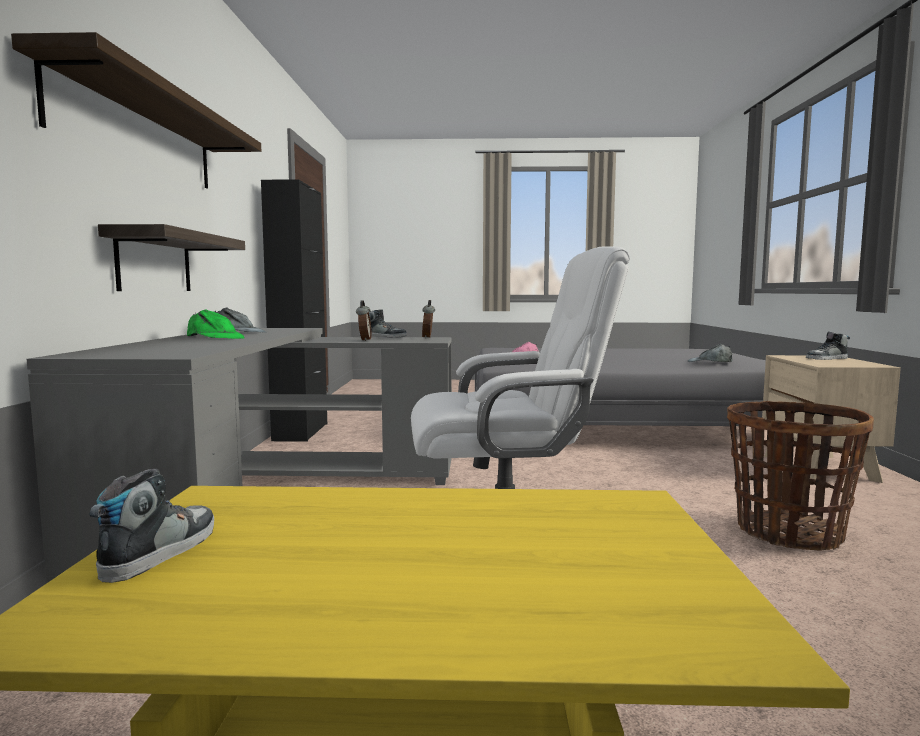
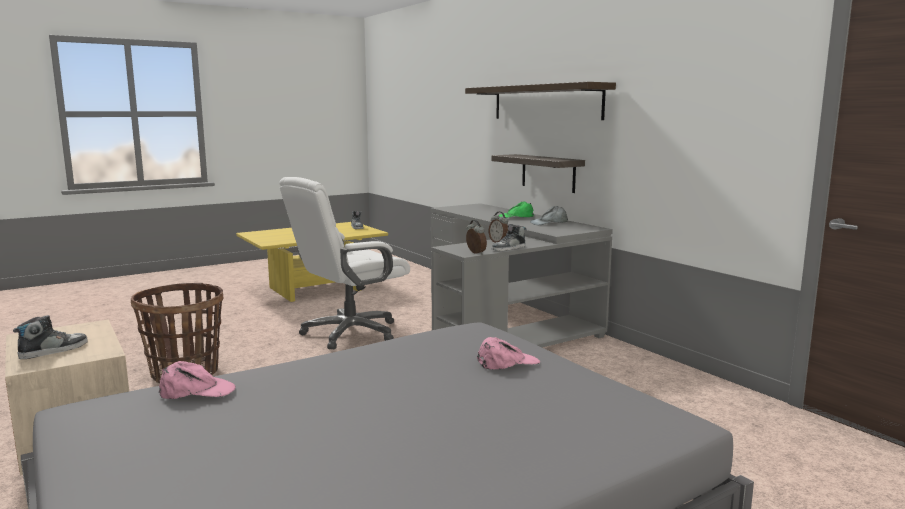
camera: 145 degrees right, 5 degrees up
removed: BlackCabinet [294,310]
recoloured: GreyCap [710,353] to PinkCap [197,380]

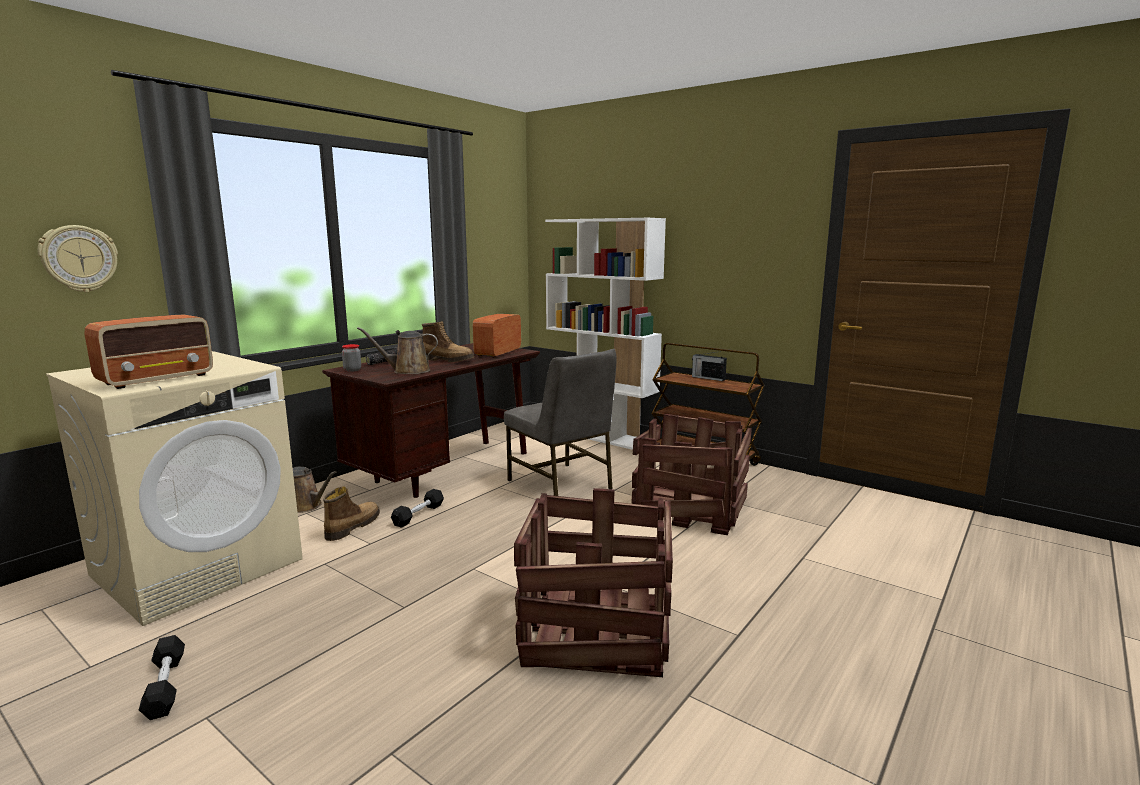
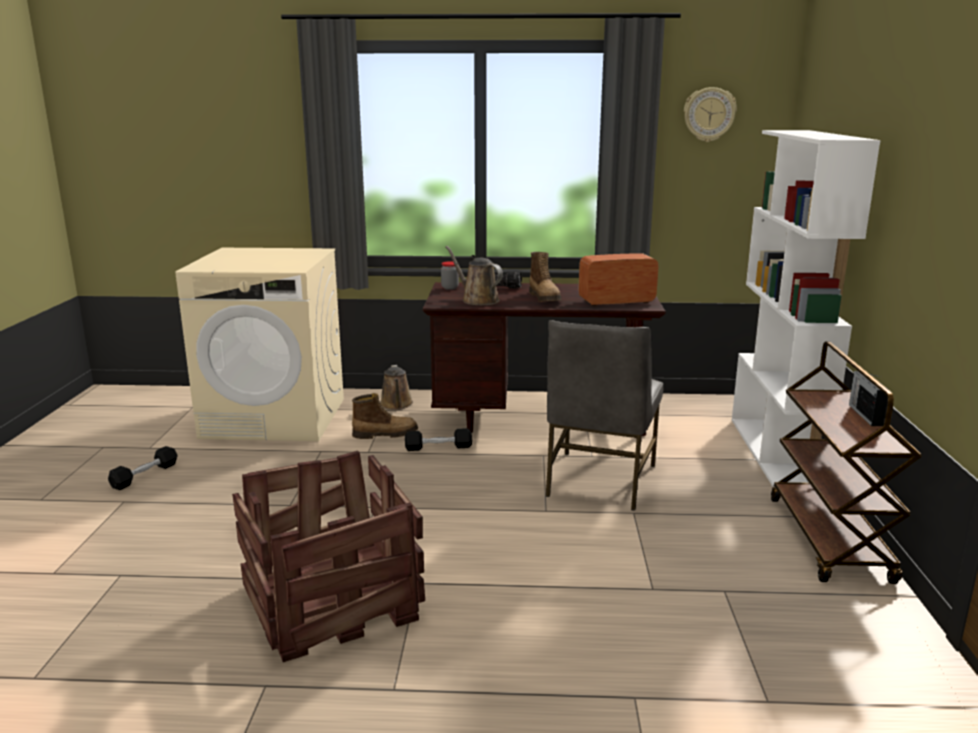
camera: 55 degrees right, 5 degrees up
removed: Radio [149,352]; Crate [691,474]
moved: WallClock [78,258] to [710,114]

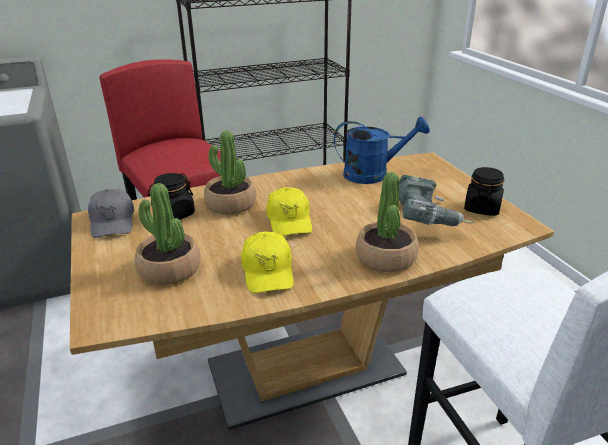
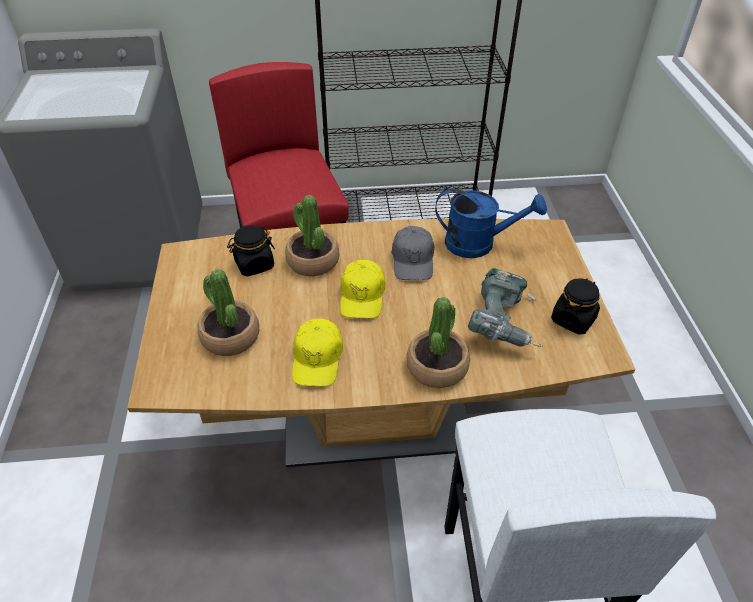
camera: 15 degrees right, 15 degrees up
moved: GreyCap [111,213] to [413,253]

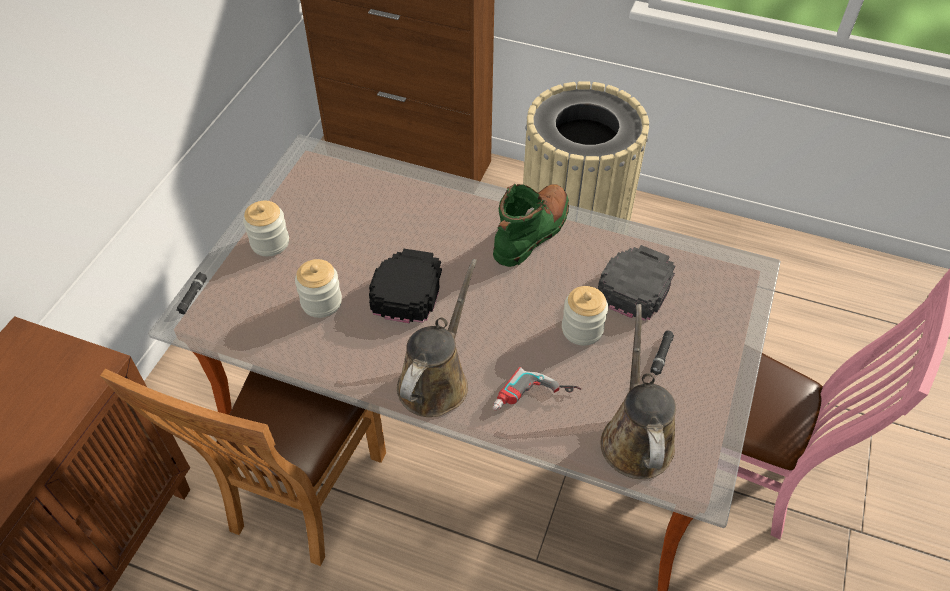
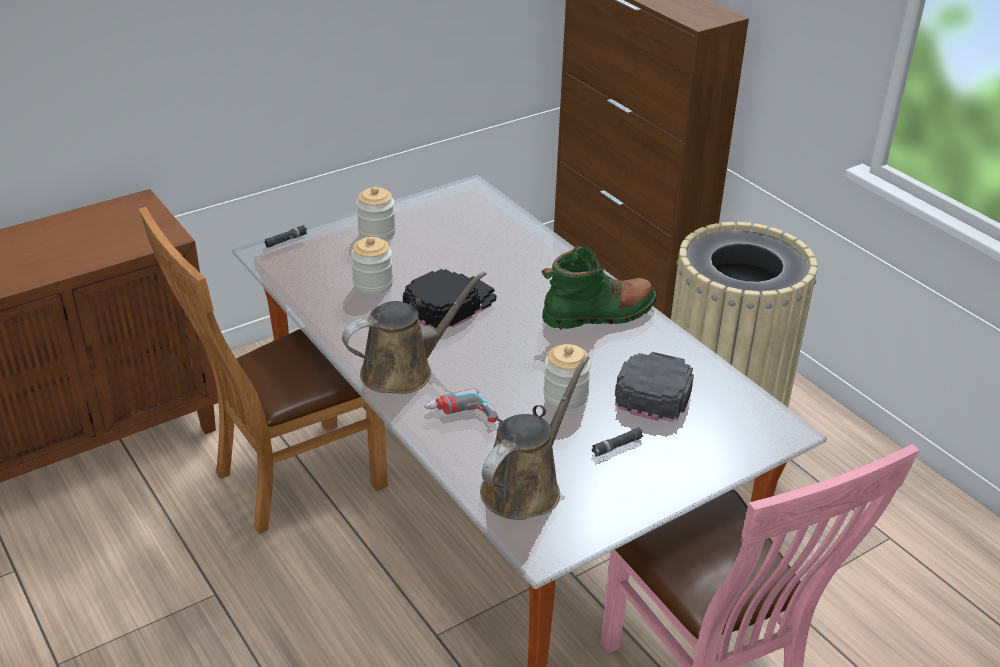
camera: 35 degrees right, 15 degrees down
turned: BlackCap [636,283] = [654,387] 45 degrees counterclockwise

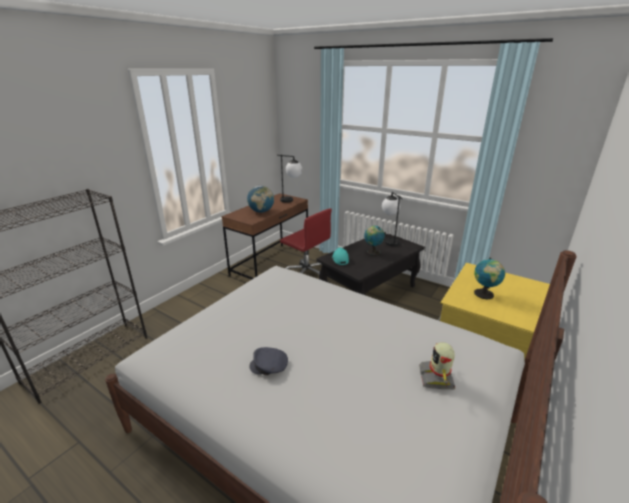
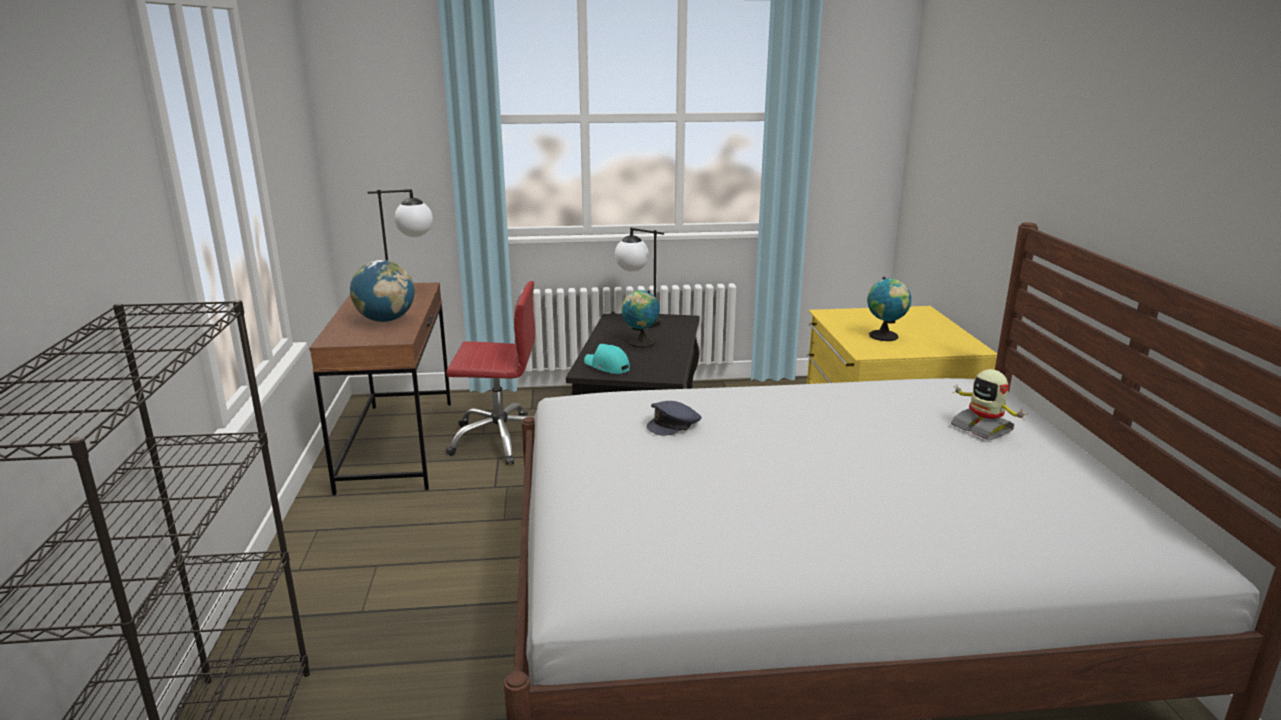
camera: 40 degrees left, 5 degrees down
moved: GreyCap [268,361] to [674,418]

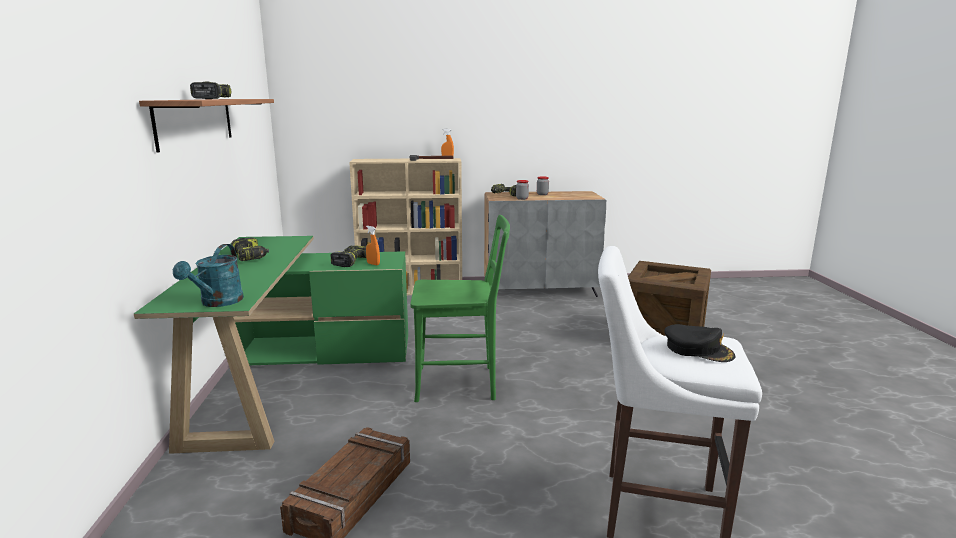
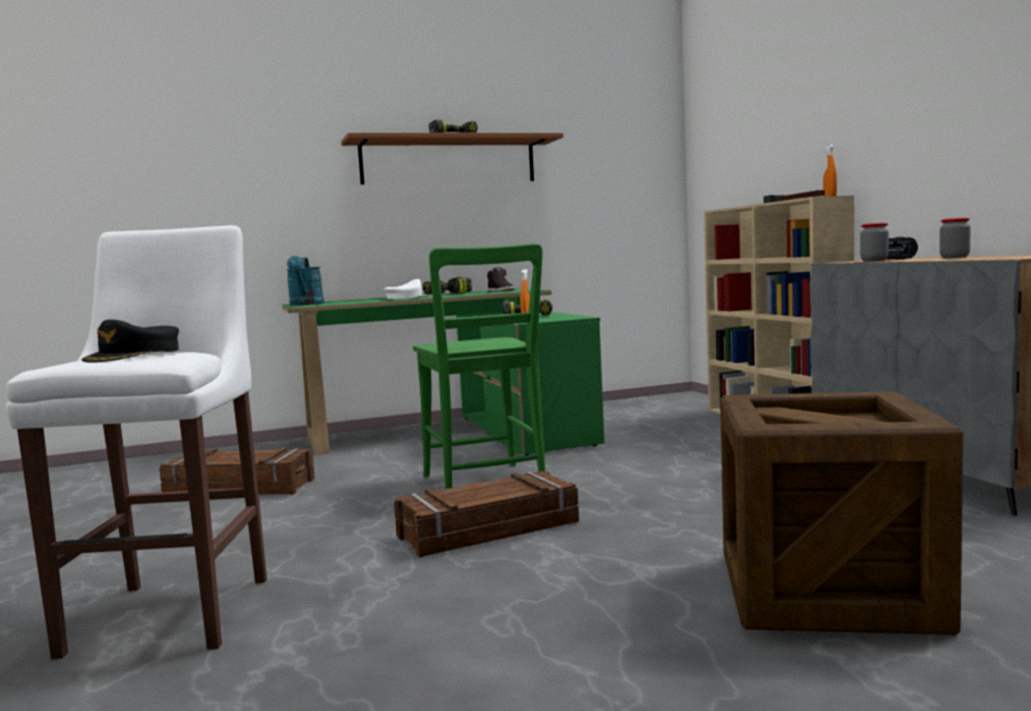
camera: 75 degrees right, 10 degrees down
added: WhiteCap [407,289]; Crate [486,514]; BlackShoe [501,279]
turned: TurquoiseWateringCan [208,275] = [305,281] 90 degrees counterclockwise

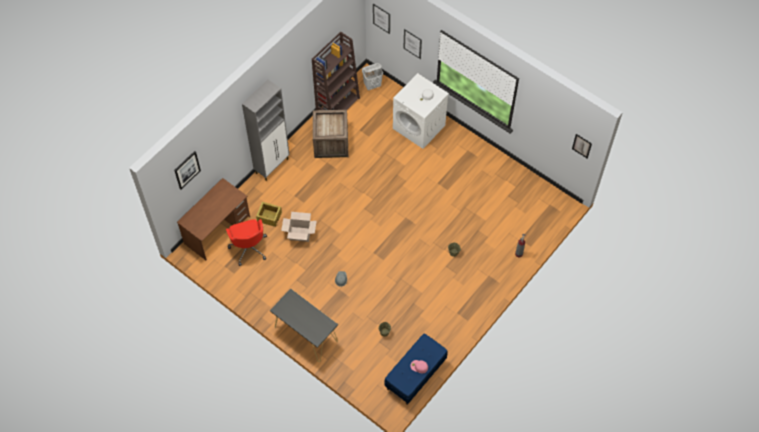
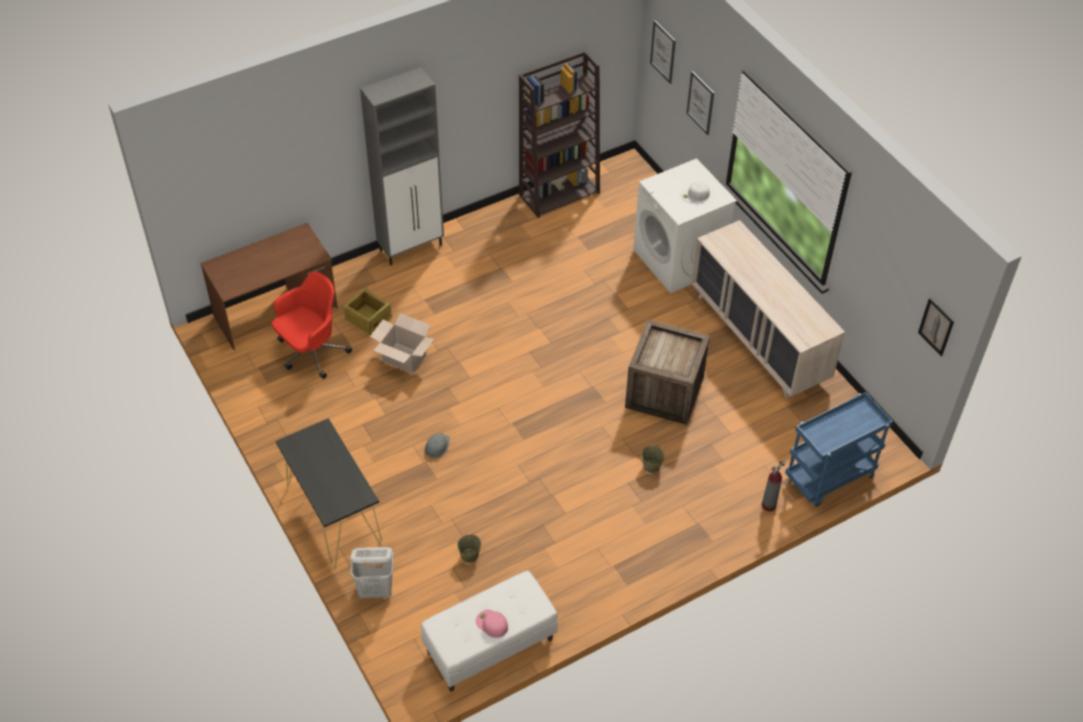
camera: 20 degrees right, 10 degrees down
removed: Picture [187,170]
added: BeigeDresser [768,309]; BlueCart [839,449]
moved: WhiteLaundryBasket [372,76] to [371,572]; Crate [330,134] to [667,372]
recoloured: BlueBench [416,369] to WhiteBench [489,631]
turned: RedOfficeChair [246,242] = [311,325] 135 degrees counterclockwise

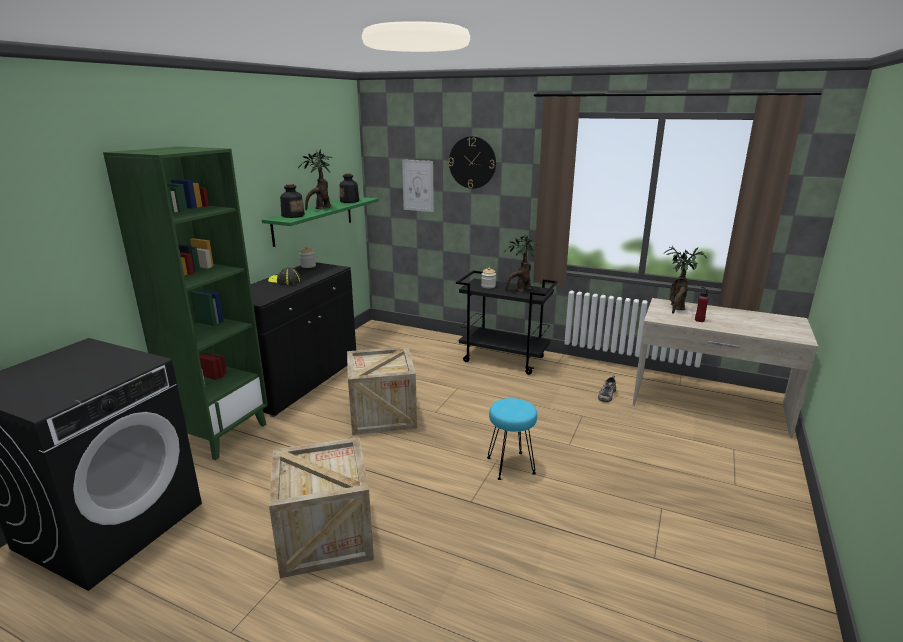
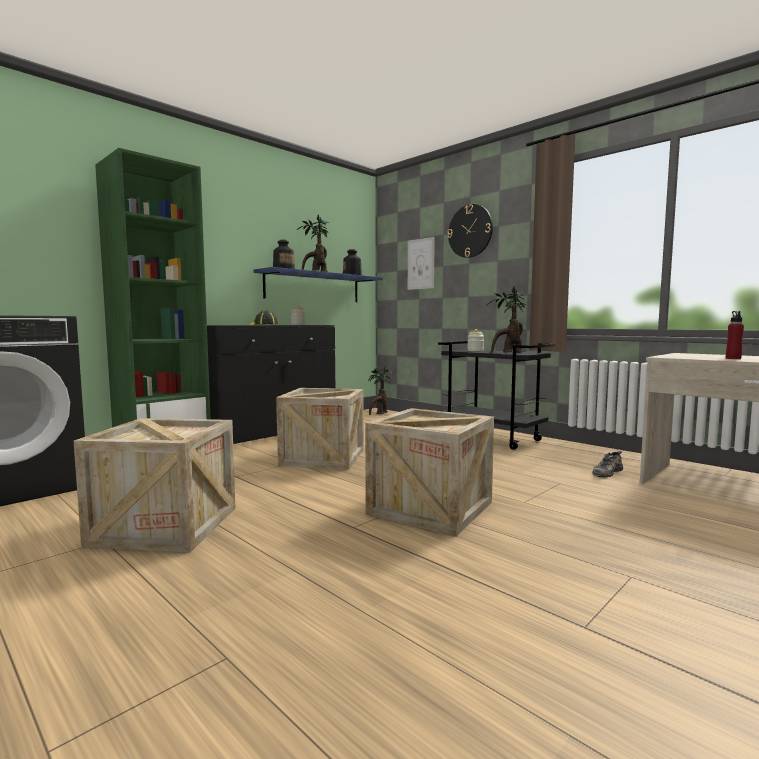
camera: 20 degrees right, 15 degrees down
moved: PottedPlant [685,280] to [380,390]
replaced: TurquoiseStool [512,439] to Crate [429,472]
recoloured: GreenShelf [320,222] to BlueShelf [318,284]

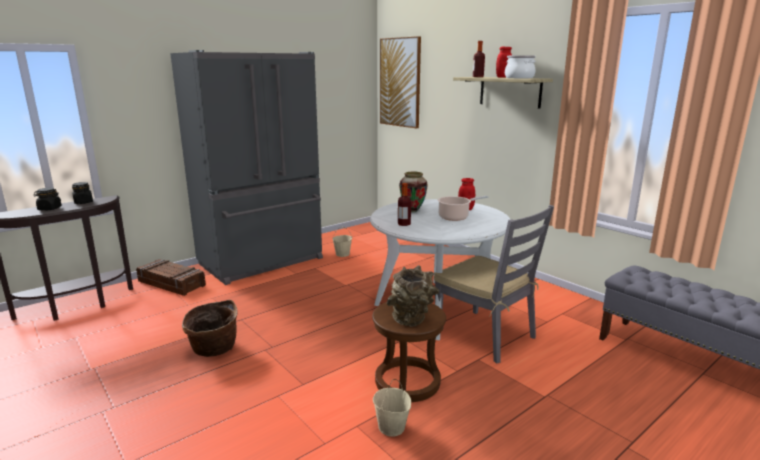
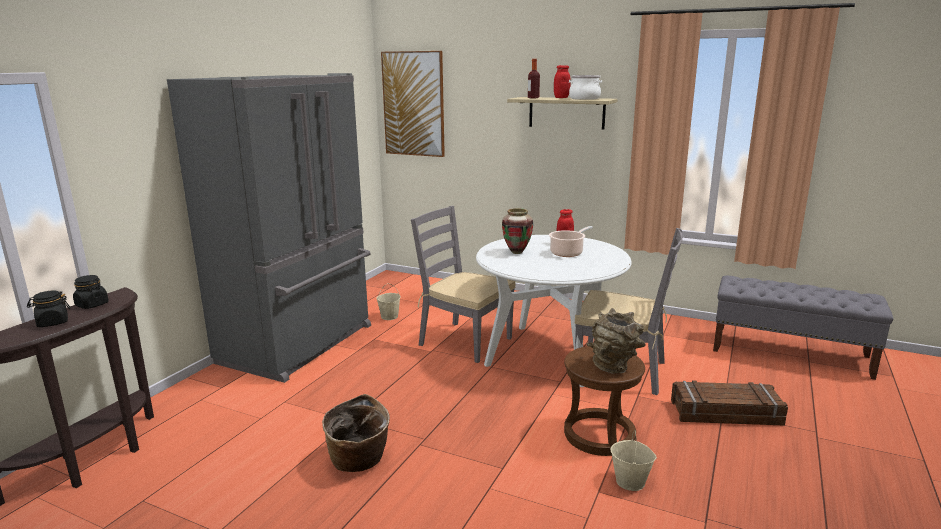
camera: 25 degrees left, 0 degrees up
removed: Bottle [404,204]
added: GreyChair [463,284]
moved: Crate [171,277] to [729,403]

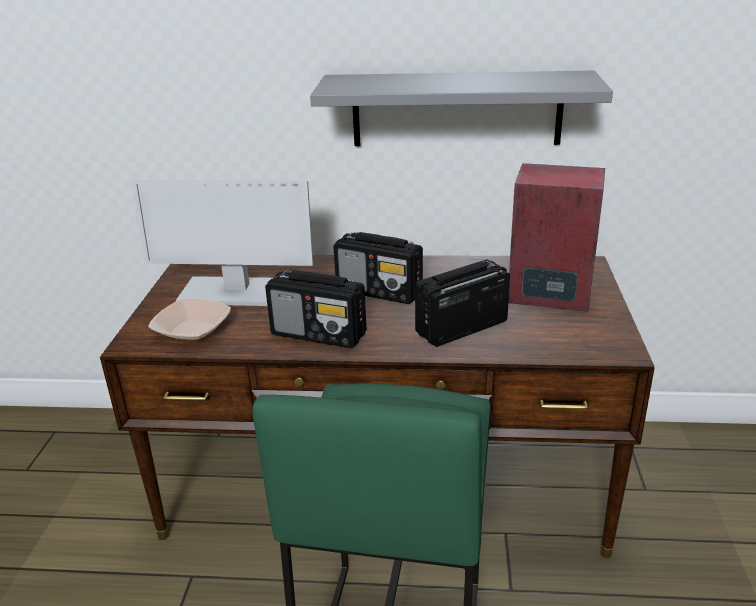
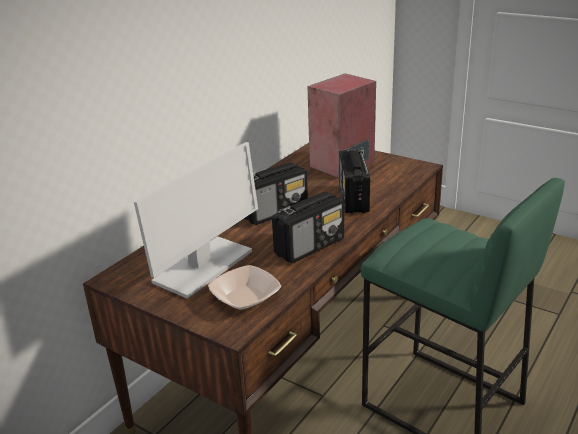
camera: 60 degrees left, 0 degrees up
removed: GreyShelf [461,108]

